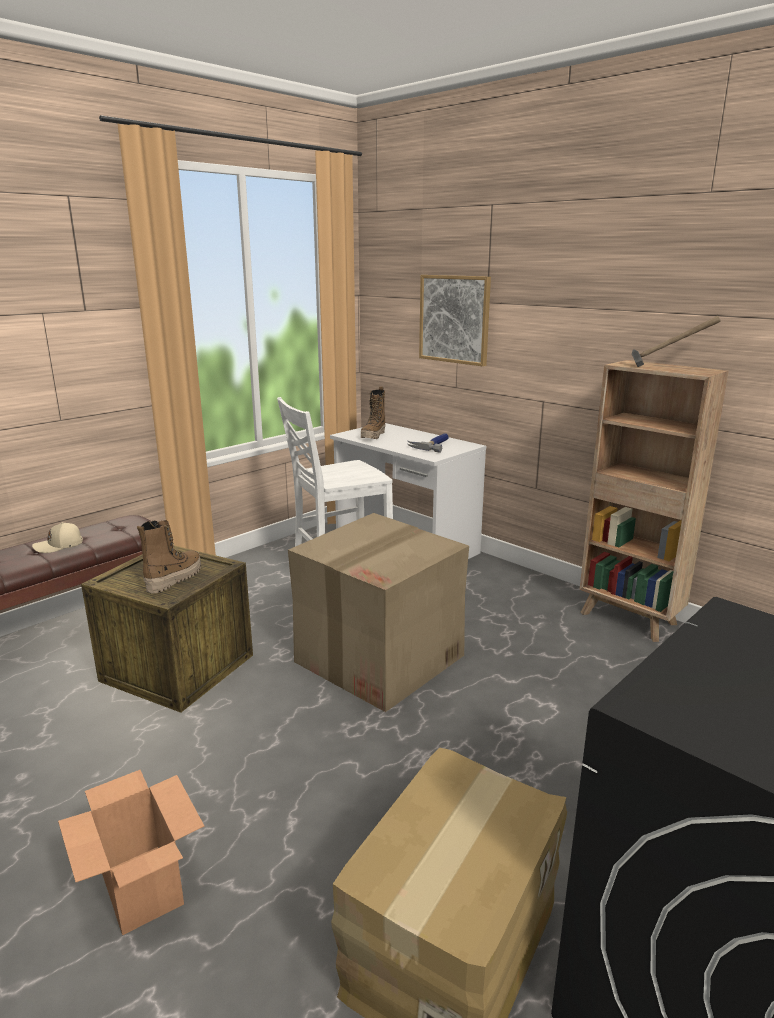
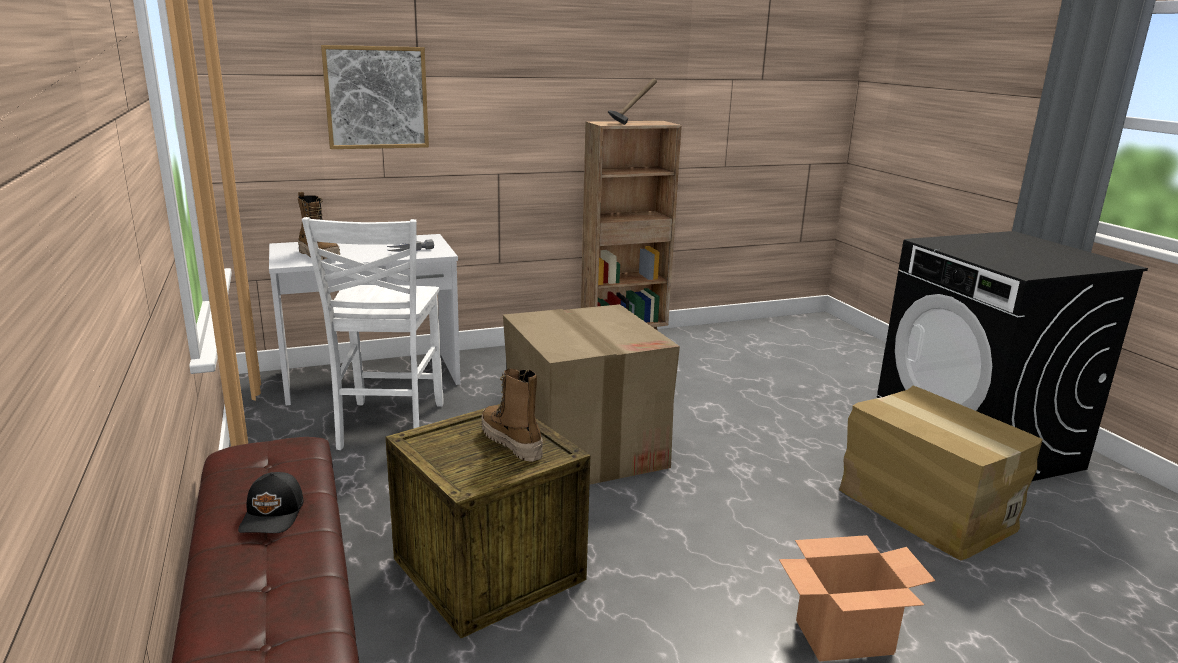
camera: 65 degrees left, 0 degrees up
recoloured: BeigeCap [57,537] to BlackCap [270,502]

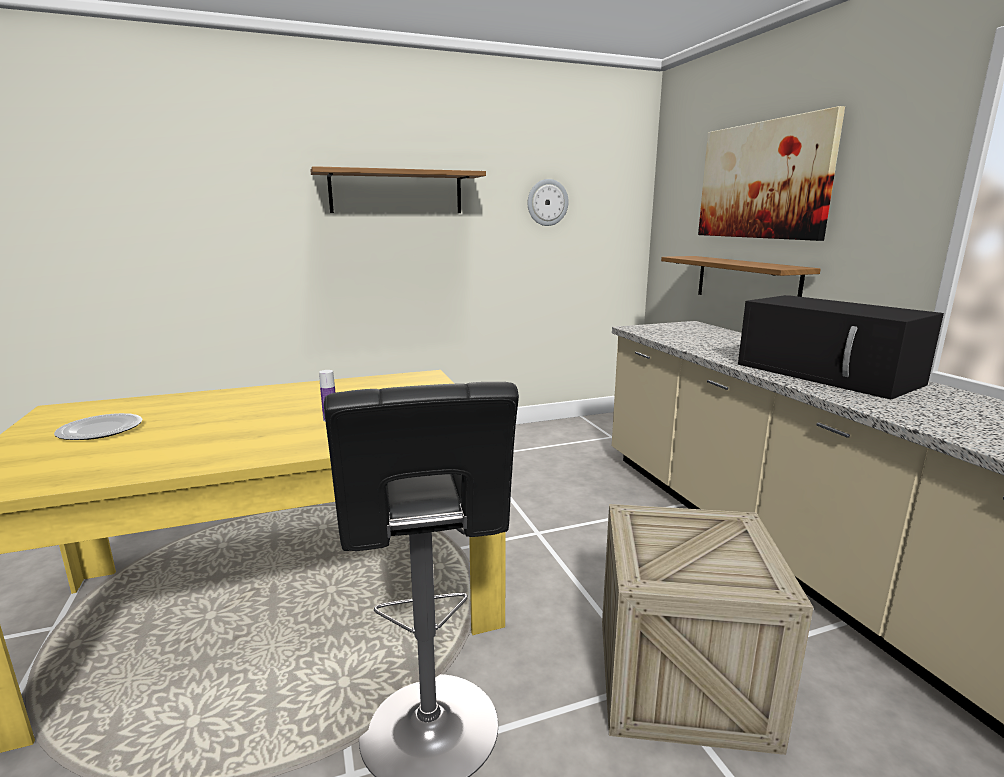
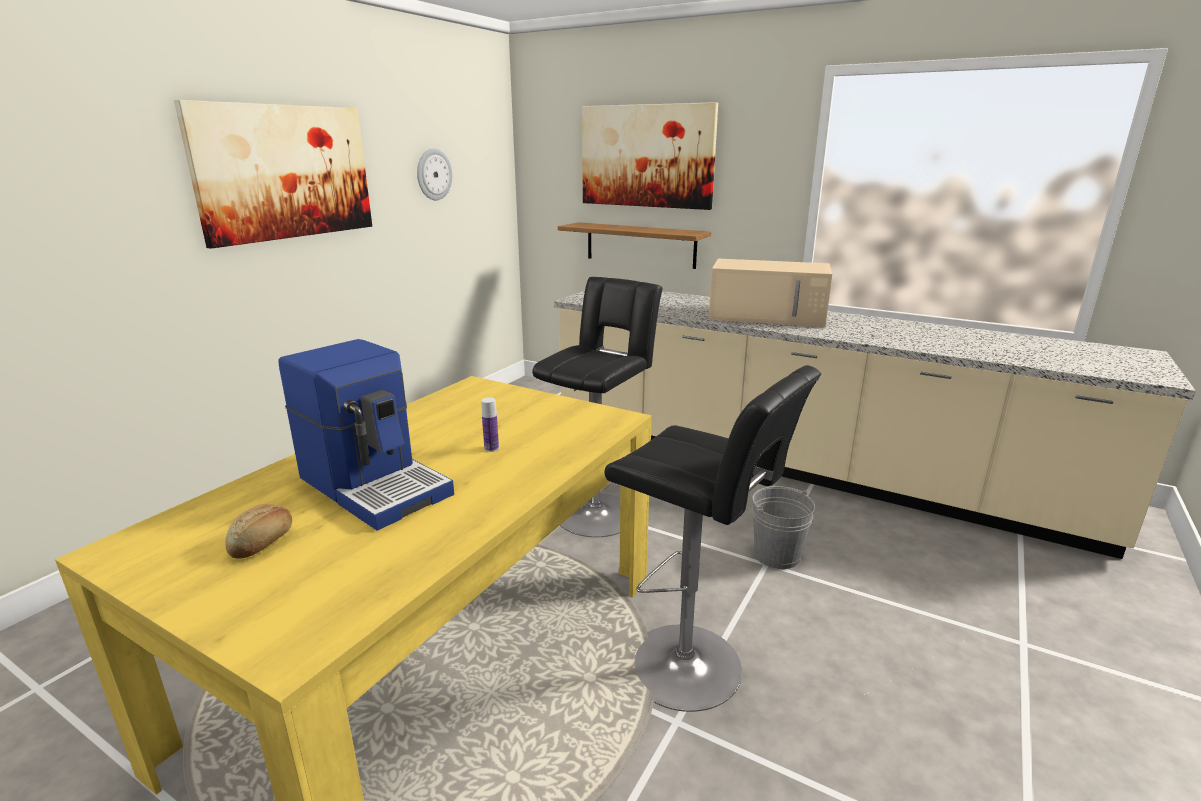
camera: 40 degrees left, 5 degrees up
added: CoffeeMachine [366,435]; BlackStool [597,407]
replaced: Shelf [398,189] to Picture [273,174]; Plate [98,426] to Bread [258,531]; Crate [707,629] to GreyBucket [783,527]
recoloured: BlackMicrowave [841,347] to BeigeMicrowave [771,293]

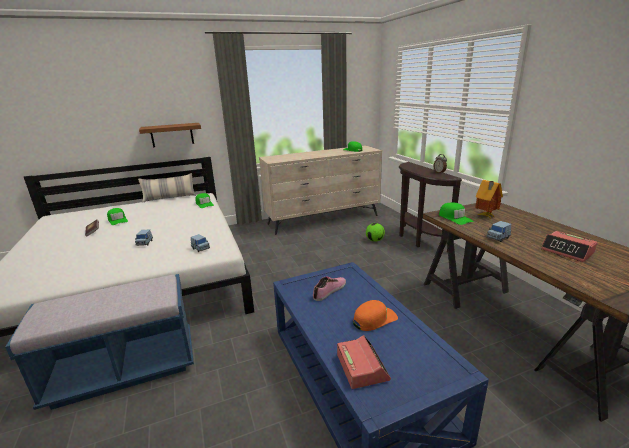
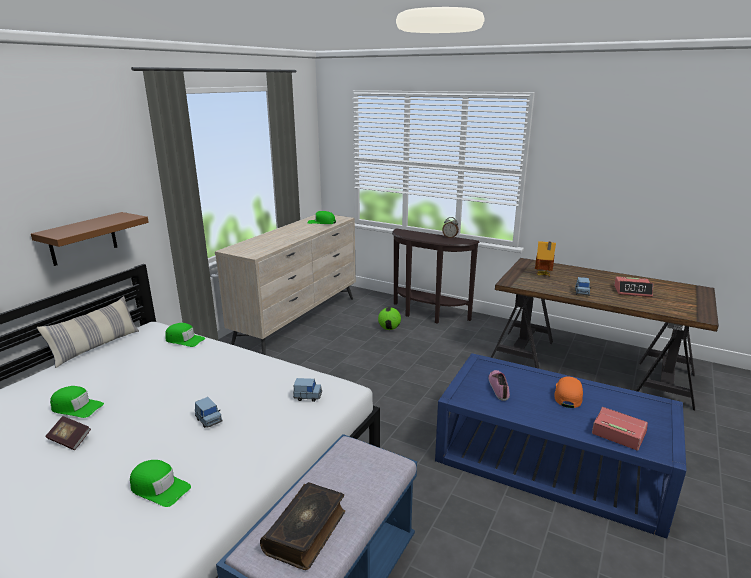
camera: 40 degrees left, 0 degrees up
added: Book [302,526]
moved: GreenCap [456,213] to [160,483]

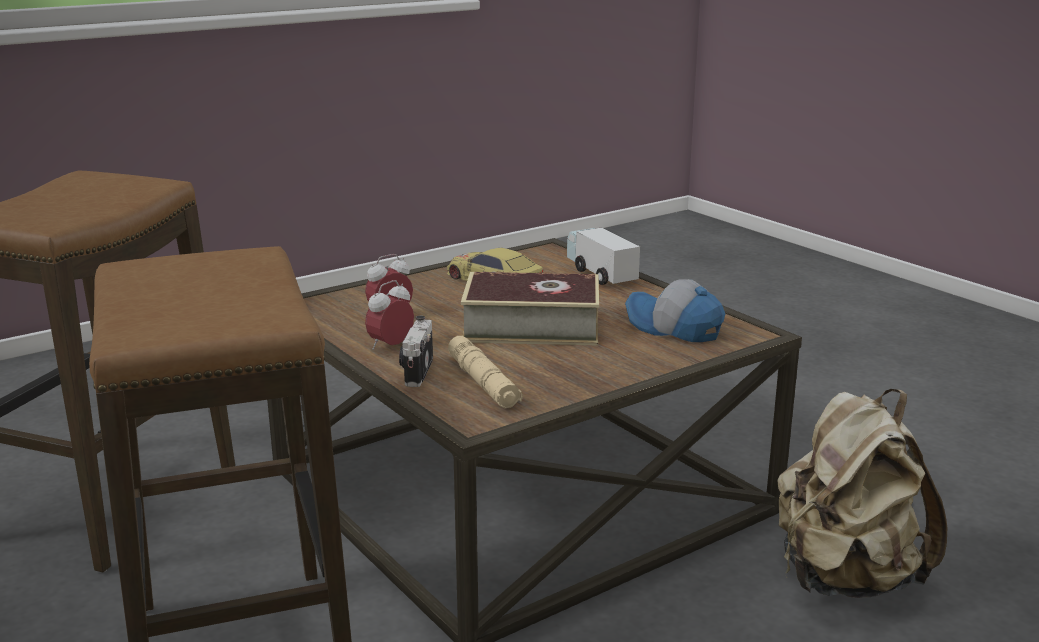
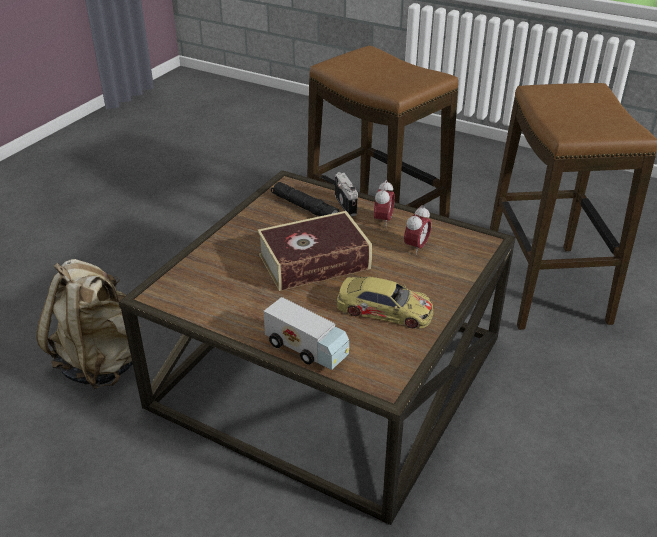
camera: 155 degrees right, 15 degrees up
removed: Cap [675,310]
recoloured: BeigeFlashlight [485,372] to BlackFlashlight [305,199]

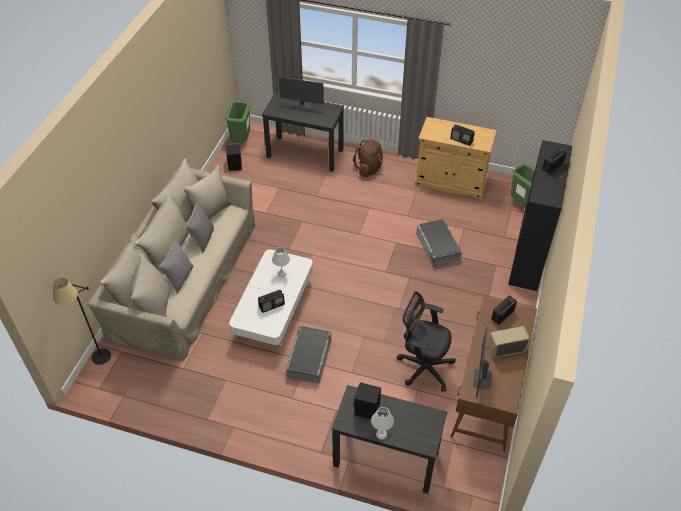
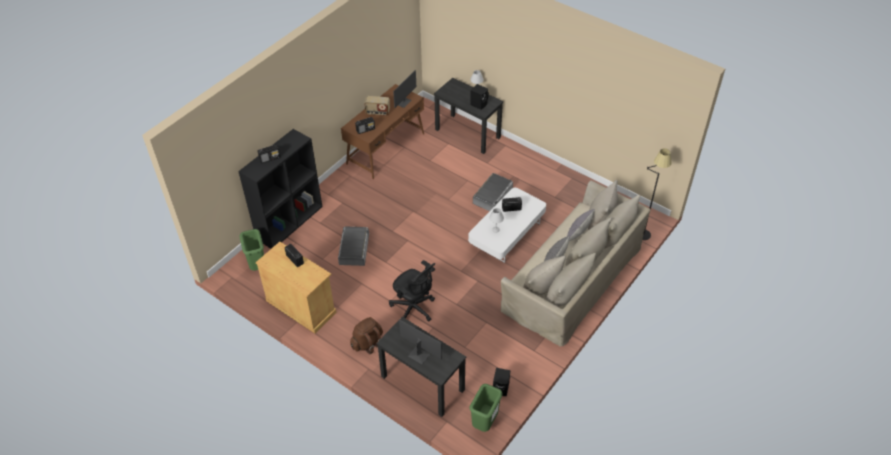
camera: 160 degrees left, 0 degrees up
moved: BlackOfficeChair [426,341] to [412,290]

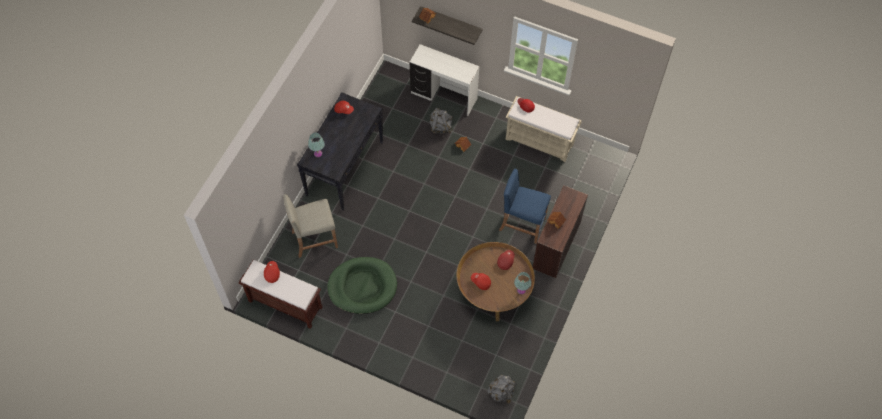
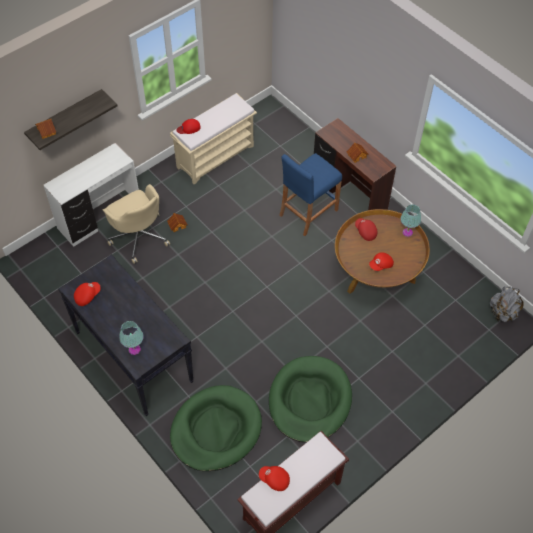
camera: 65 degrees left, 5 degrees down
replaced: GreyBackpack [441,120] to BeigeOfficeChair [136,224]; BeigeStool [310,226] to GreenDogBed [216,428]

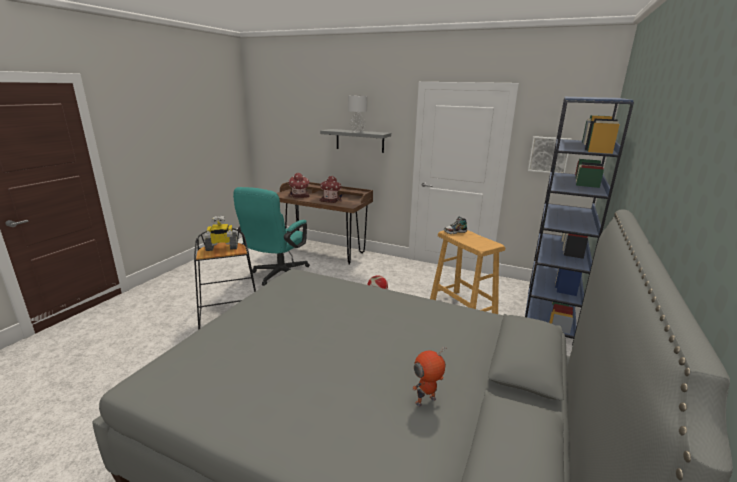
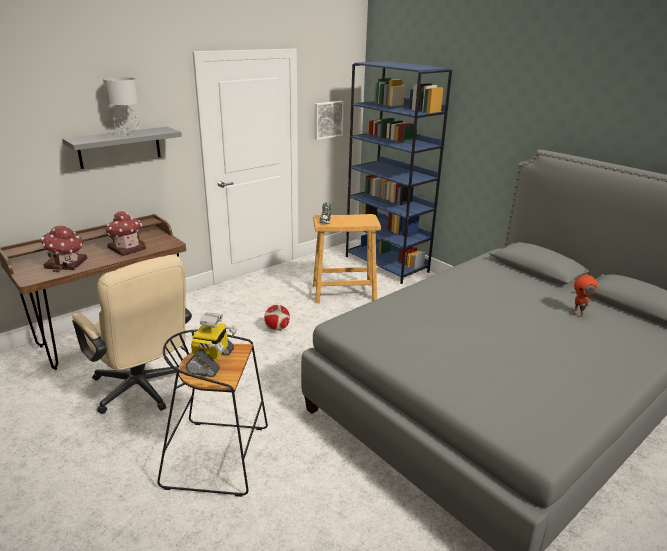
camera: 65 degrees left, 5 degrees up
recoloured: TurquoiseOfficeChair [271,236] to BeigeOfficeChair [132,334]

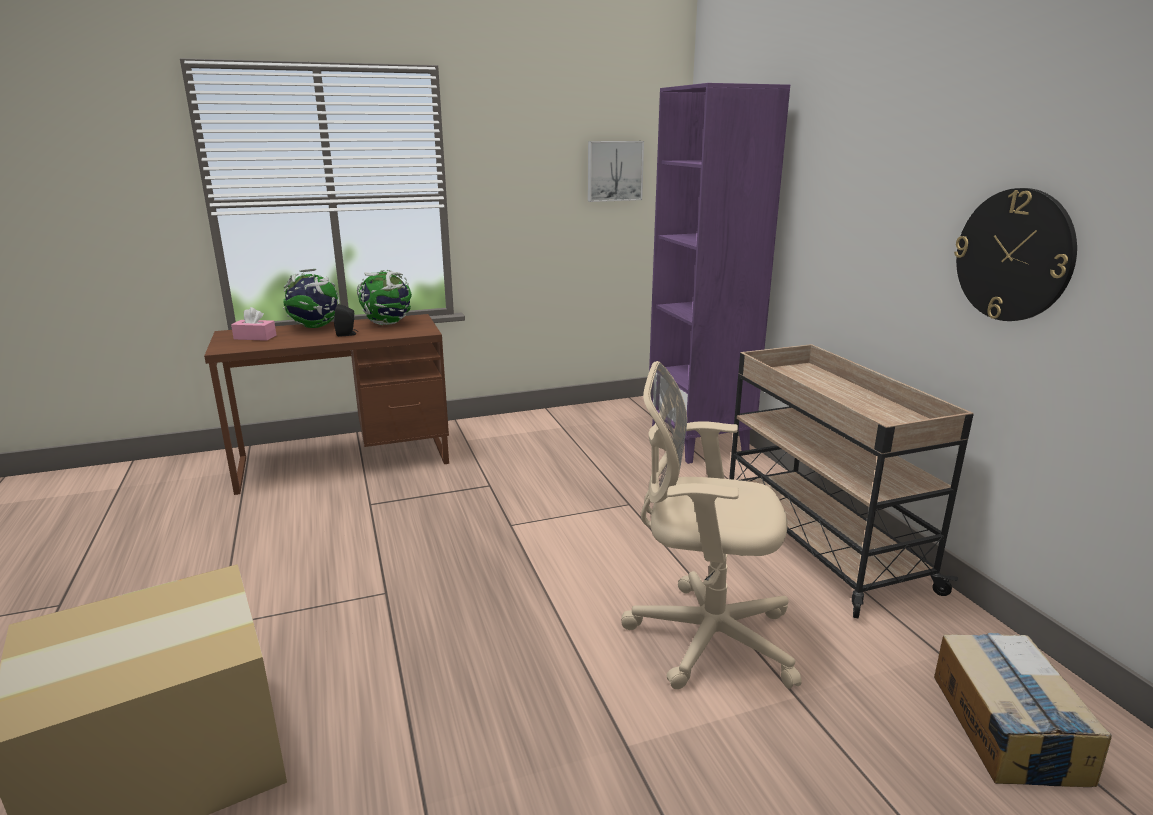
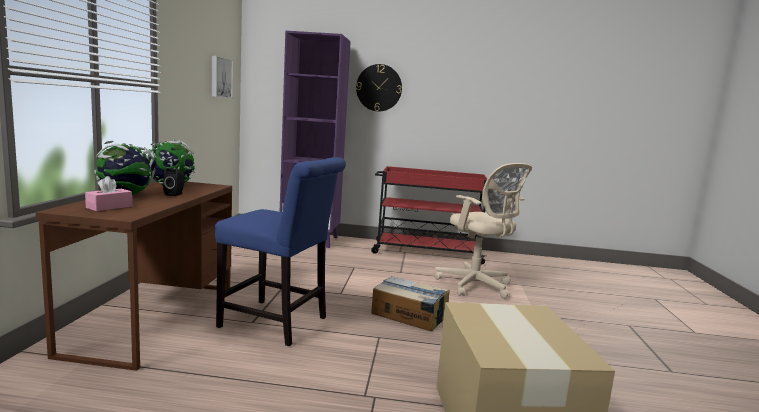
camera: 65 degrees left, 10 degrees down
added: BlueChair [280,251]
moved: WallClock [1015,254] to [379,87]; CardboardBox [1023,710] to [410,303]
recoloured: BeigeCart [851,481] to RedCart [429,215]
turned: BeigeOfficeChair [711,525] = [483,231] 75 degrees counterclockwise

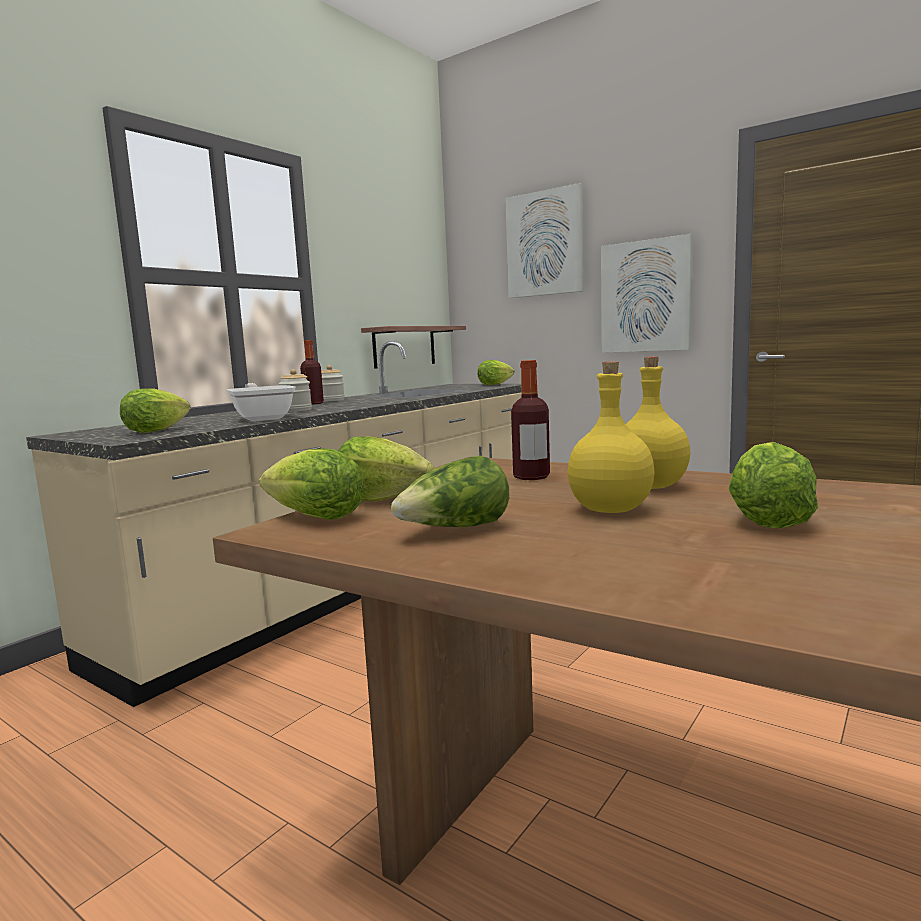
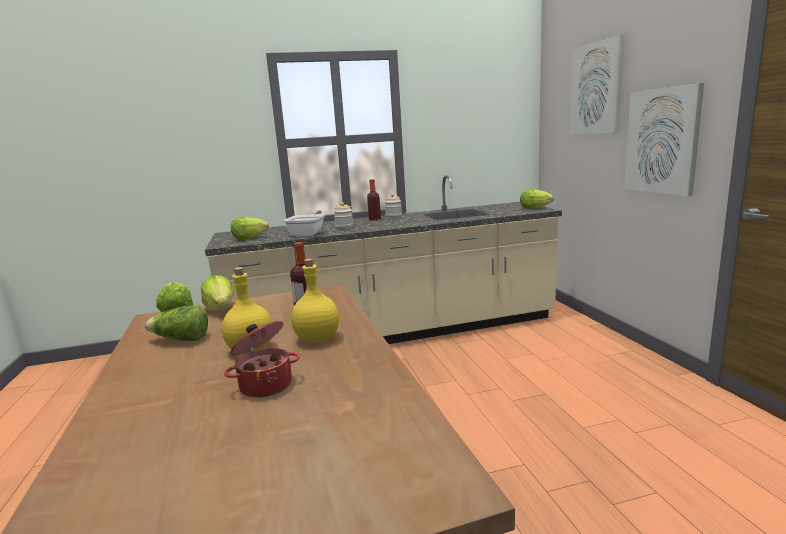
camera: 40 degrees right, 5 degrees up
removed: Shelf [413,347]
replaced: Lettuce [773,485] to CookingPot [262,359]

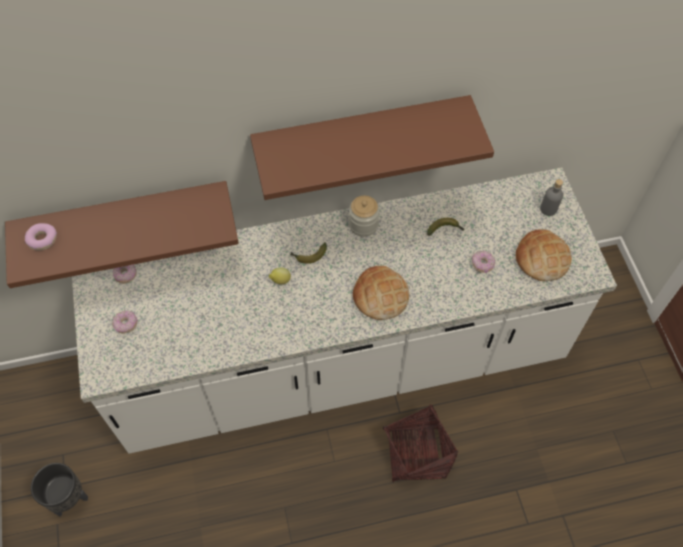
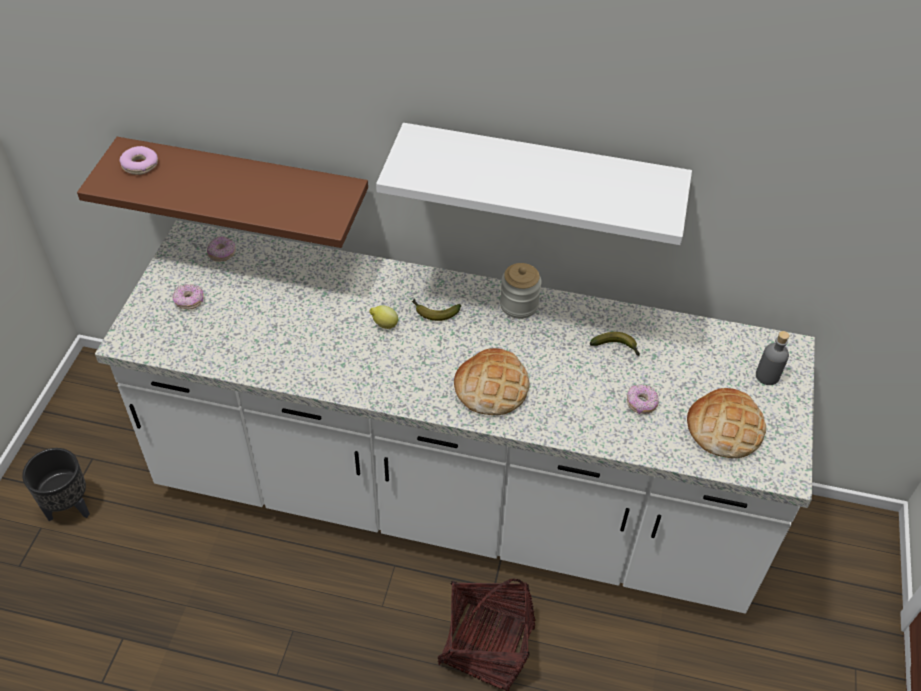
camera: 25 degrees right, 10 degrees down
recoloured: BrownShelf [372,147] to WhiteShelf [534,184]

